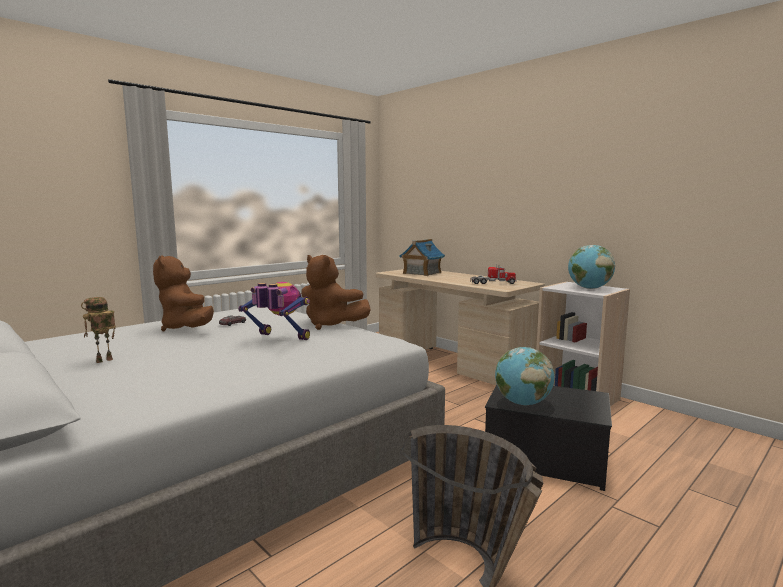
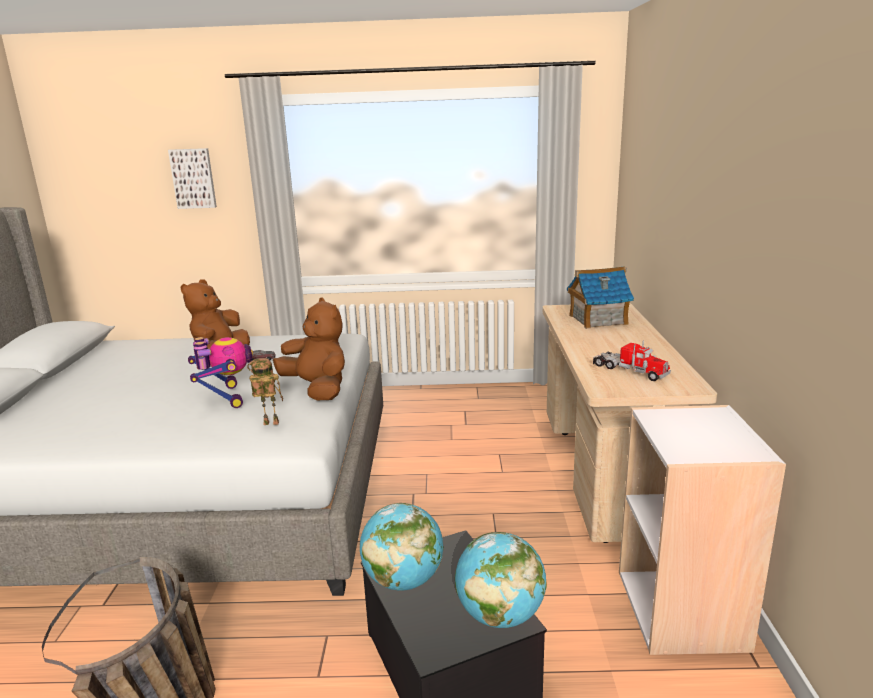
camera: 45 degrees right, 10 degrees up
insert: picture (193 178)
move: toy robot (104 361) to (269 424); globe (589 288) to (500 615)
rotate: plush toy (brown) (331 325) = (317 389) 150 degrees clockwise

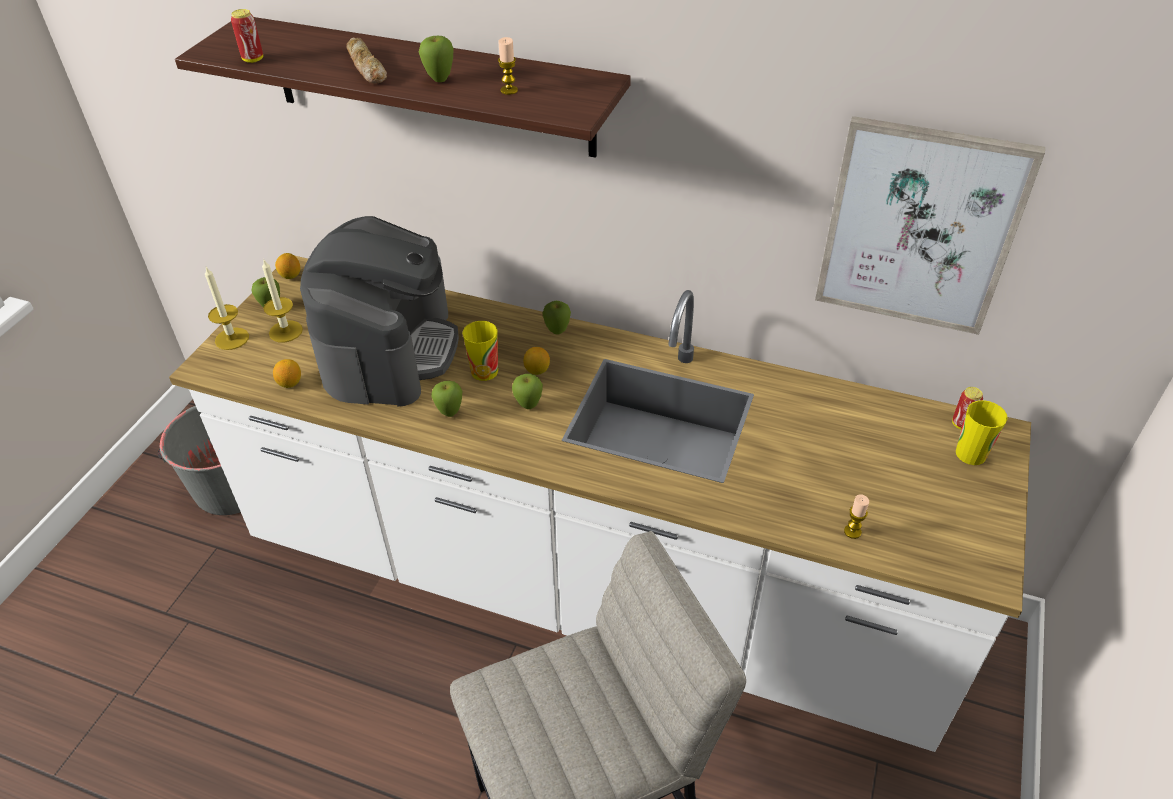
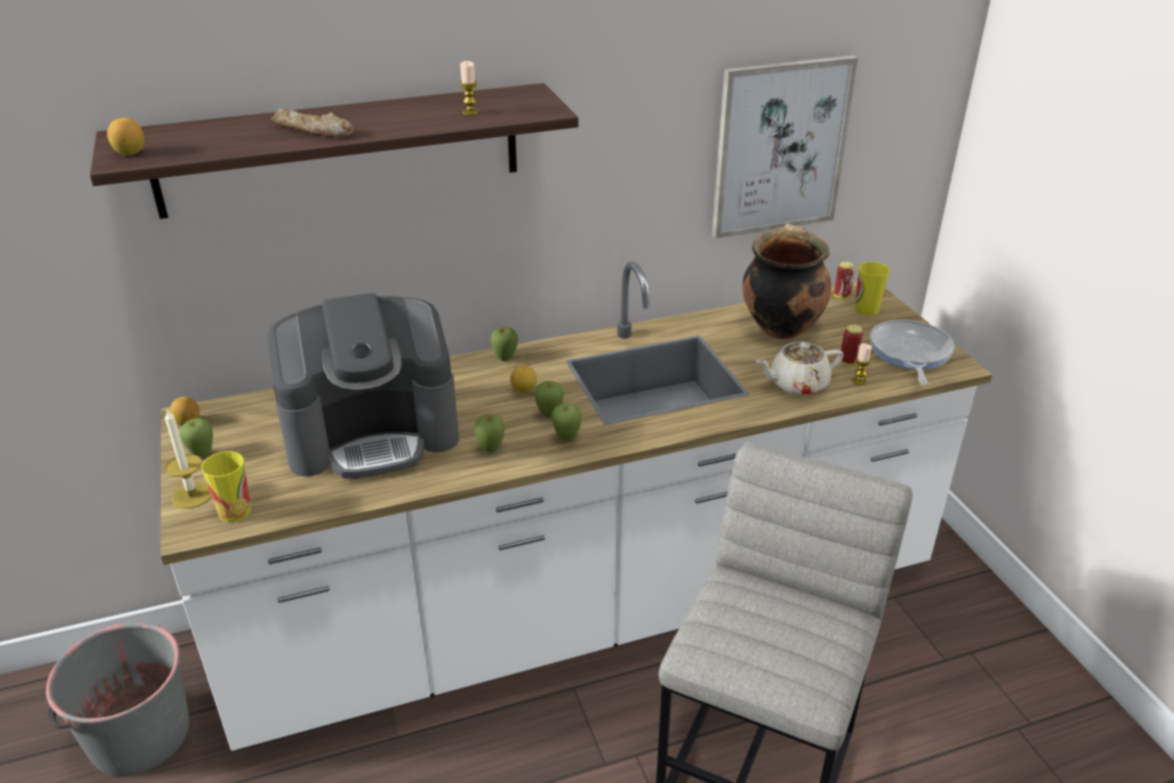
camera: 40 degrees left, 10 degrees down
delete: candle (285 331)
insert: cooking pot (780 327); teapot (beige) (797 384); frying pan (909 353)
move: lemon (290 383) to (130 153); cup (484 371) to (235 511); apple (440 80) to (567 438); can (253 59) to (848 362)
rotate: coffee machine (389 350) = (373 433) 105 degrees clockwise

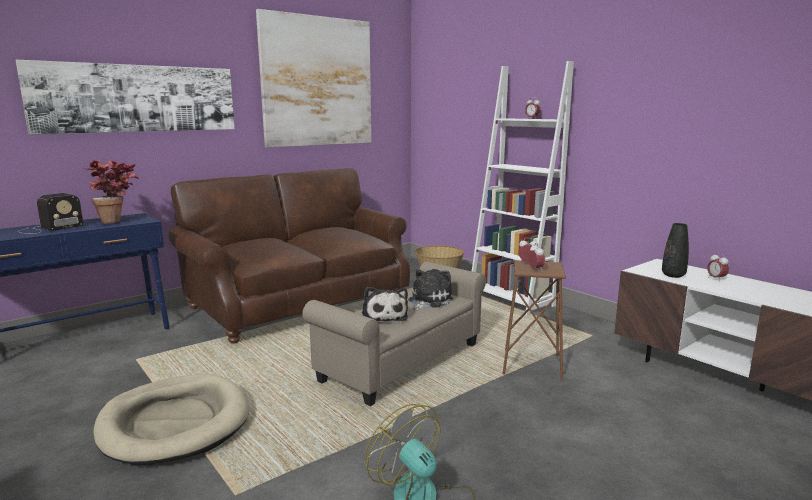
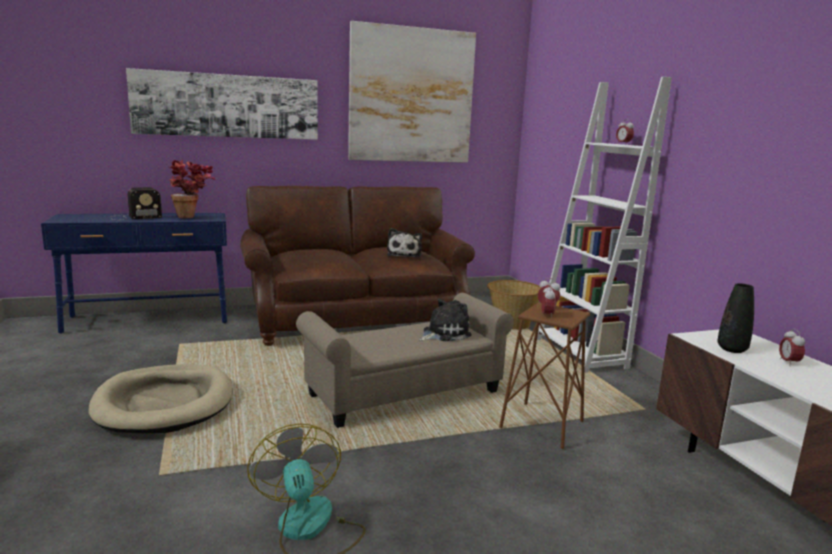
camera: 20 degrees right, 0 degrees up
move: plush toy (383 316) to (404 254)

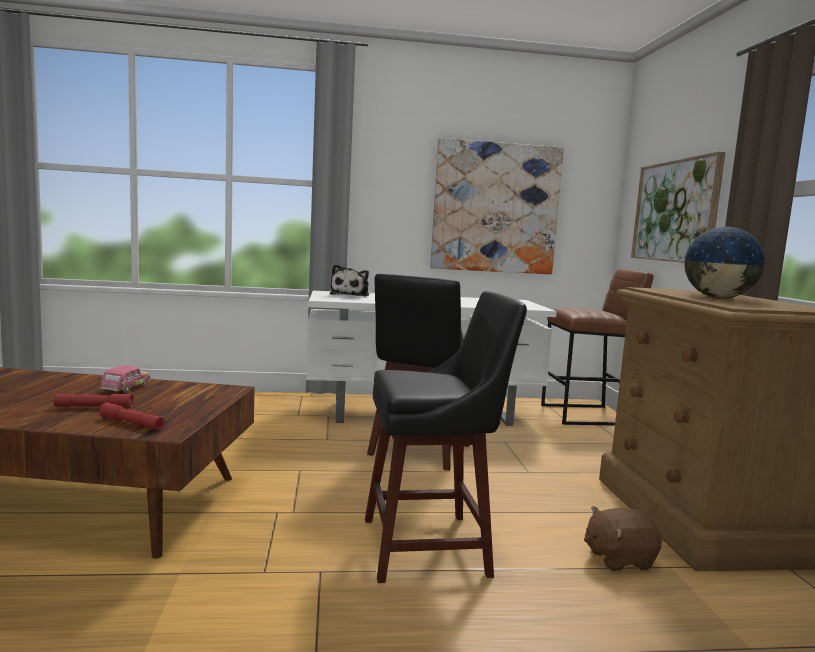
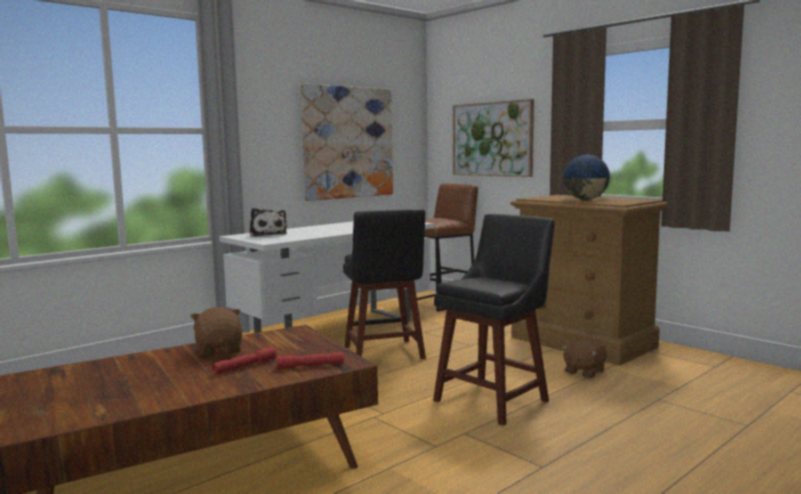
camera: 35 degrees left, 0 degrees up
replace: toy car (126 388) to plush toy (brown) (219 350)

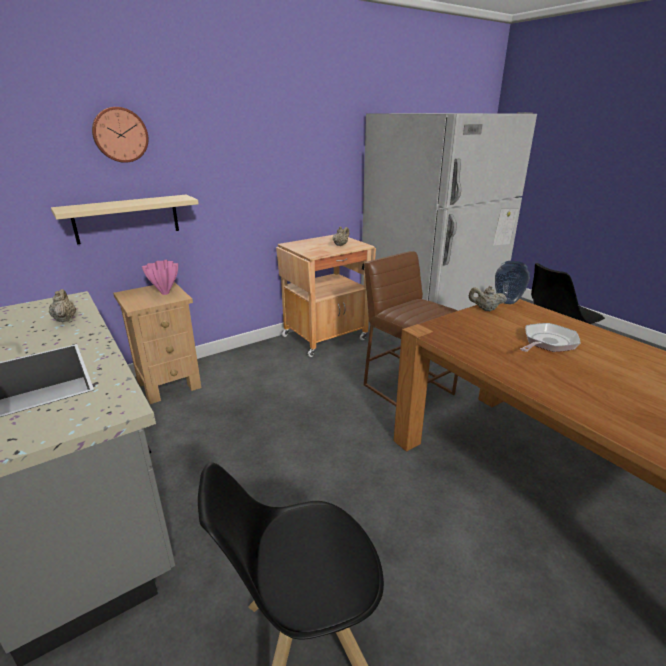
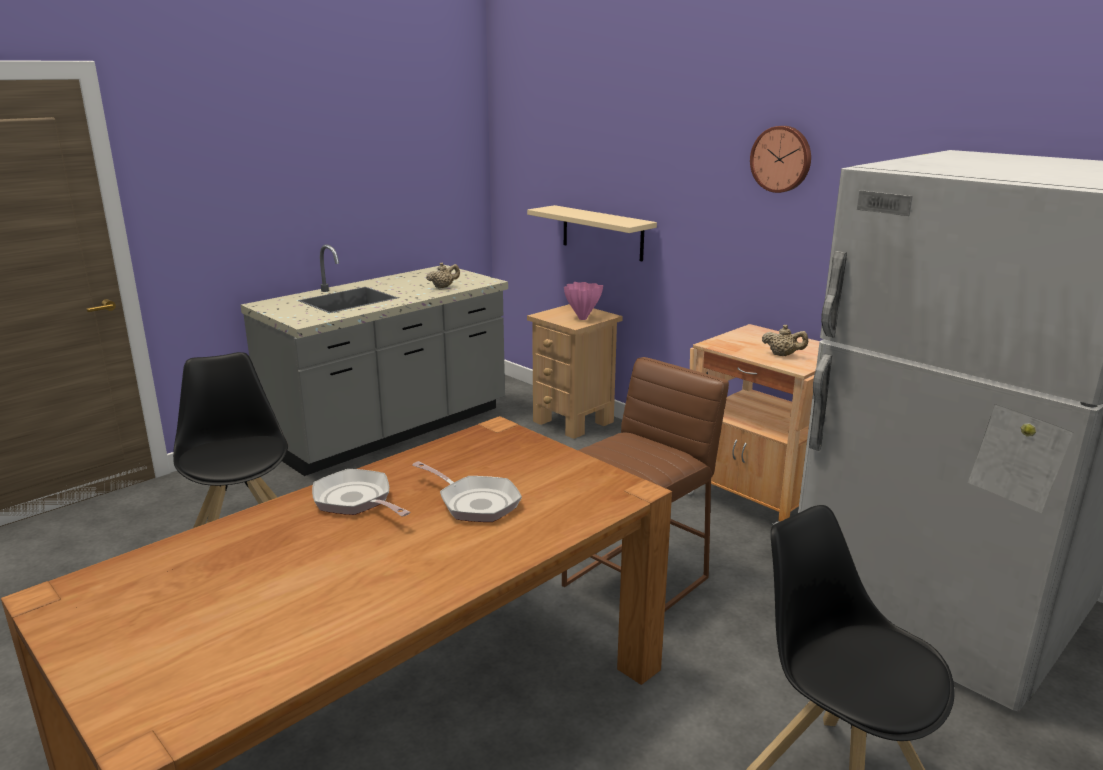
camera: 80 degrees right, 5 degrees down
delete: teapot (beige) (485 309); vase (506 301)
insert: frying pan (356 501)
move: wall clock (120 135) to (782 159)

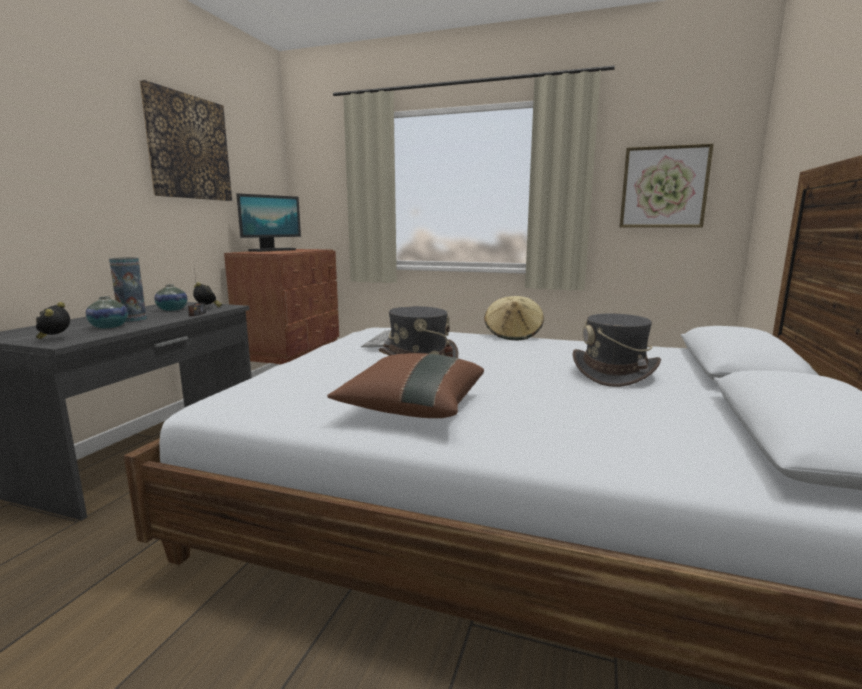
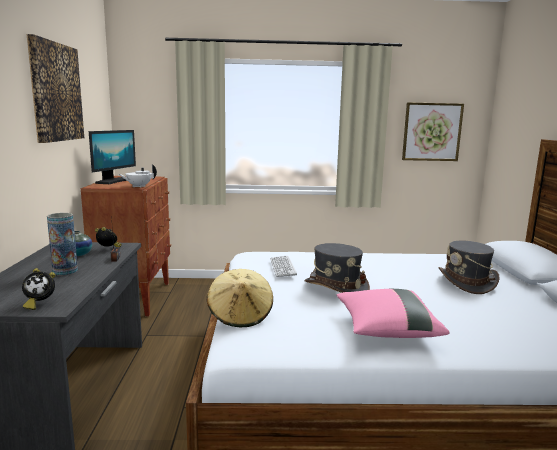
camera: 20 degrees left, 0 degrees up
delete: vase (109 327)
insert: teapot (white) (138 186)
move: hat (beige) (513 335) to (240 316)
recolor: pillow (brown) (412 407) to pillow (pink) (386 329)
rotate: alarm clock (55 339) = (39 304) 75 degrees counterclockwise

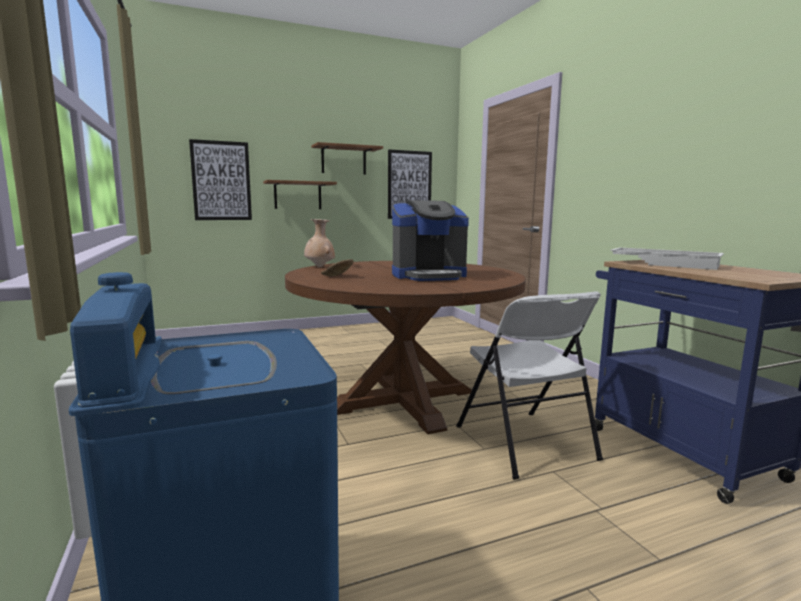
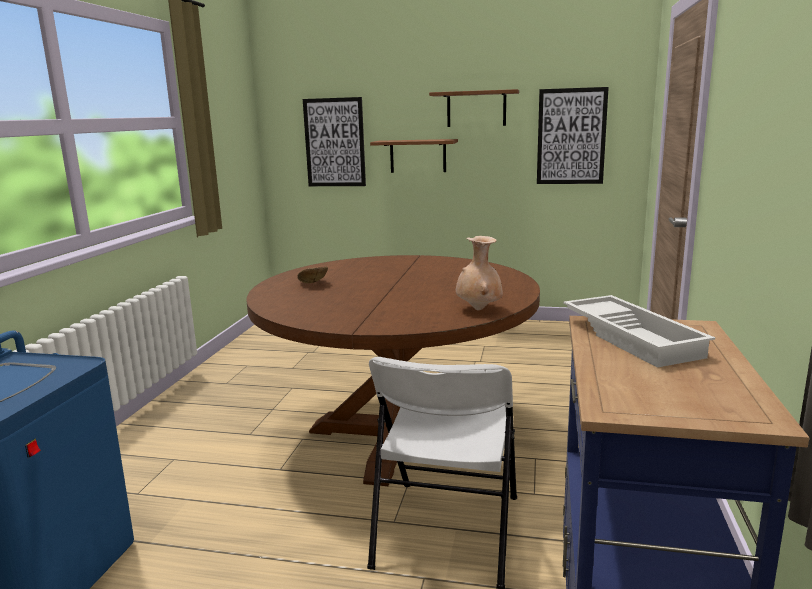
camera: 35 degrees right, 5 degrees up
delete: coffee machine (428 276)
move: vase (beige) (320 267) to (479 309)

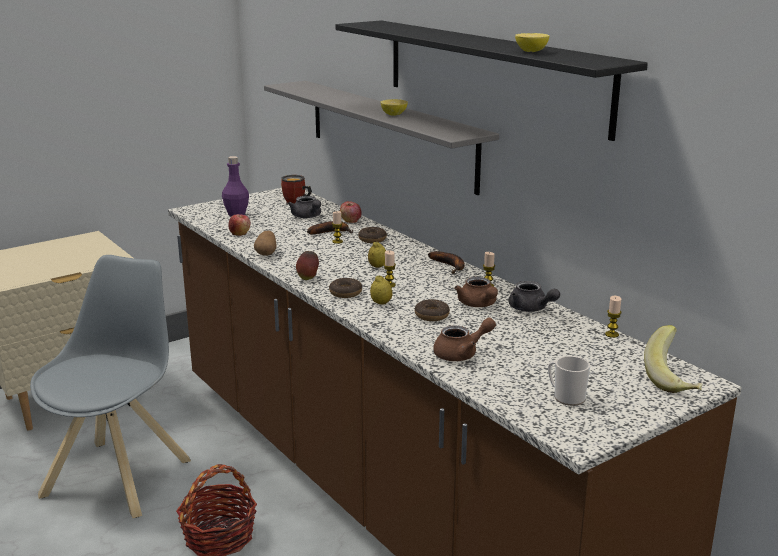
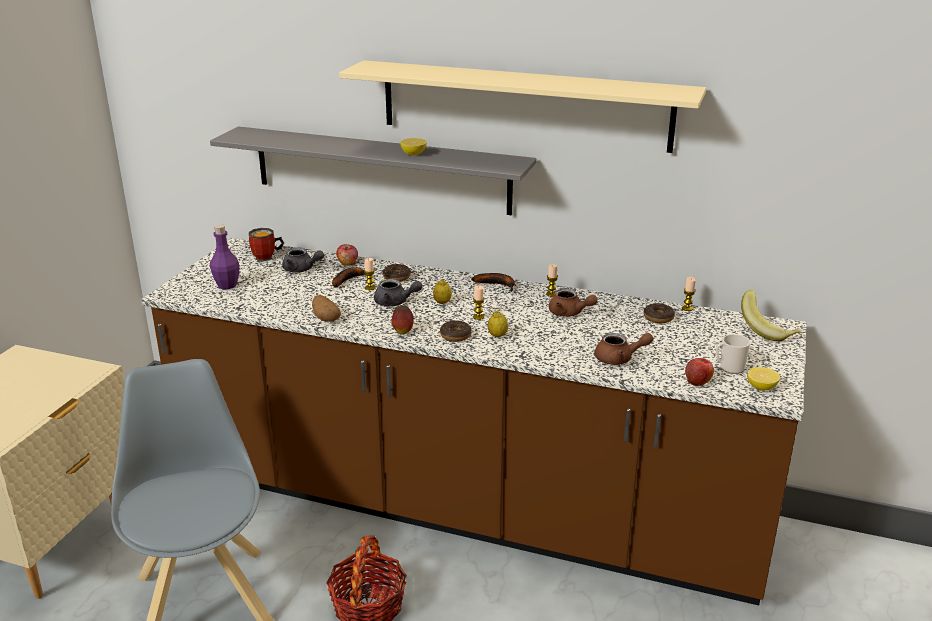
camera: 35 degrees left, 5 degrees up
move: teapot (grey) (531 309) to (395 302); donut (432 315) to (658 318); apple (240 233) to (698 381); lemon (531 51) to (761 387)
recolor: shelf (black) (491 74) to shelf (beige) (524 105)
rotate: teapot (brown) (462 354) = (619 359) 60 degrees clockwise

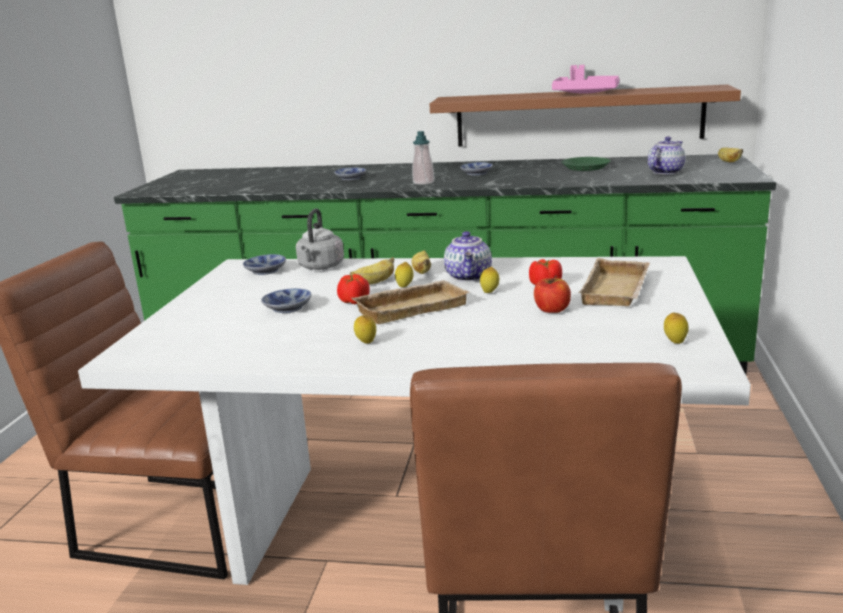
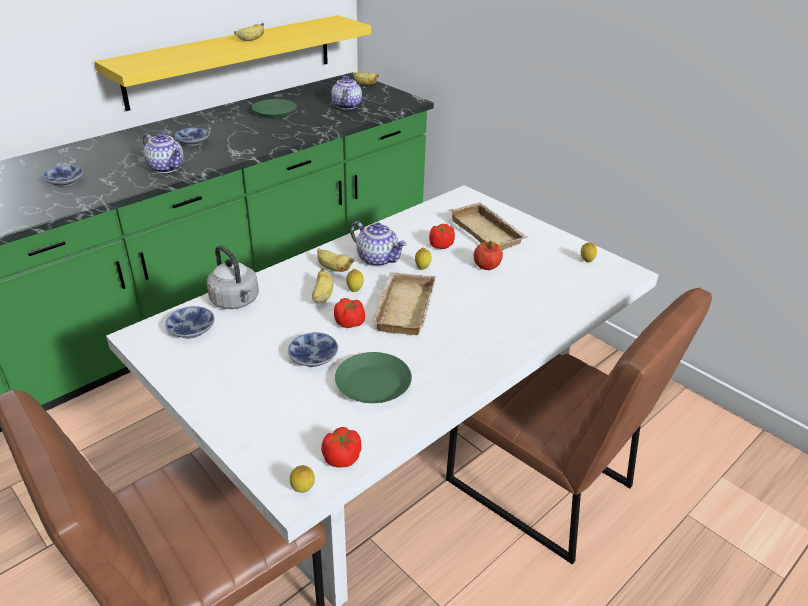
camera: 55 degrees left, 15 degrees up
insert: tomato (342 458); plate (green) (374 384)
move: lemon (366 343) to (303 490)
replace: soap dispenser (423 182) to teapot (167 168); tray (pink) (585 93) to banana (251 40)
recolor: shelf (brown) (578 117) to shelf (yellow) (232 60)

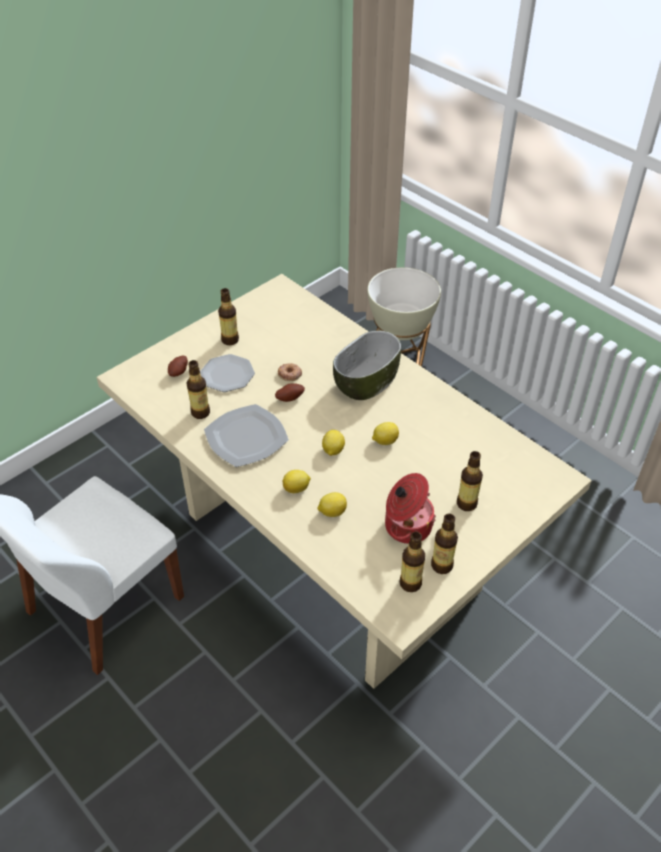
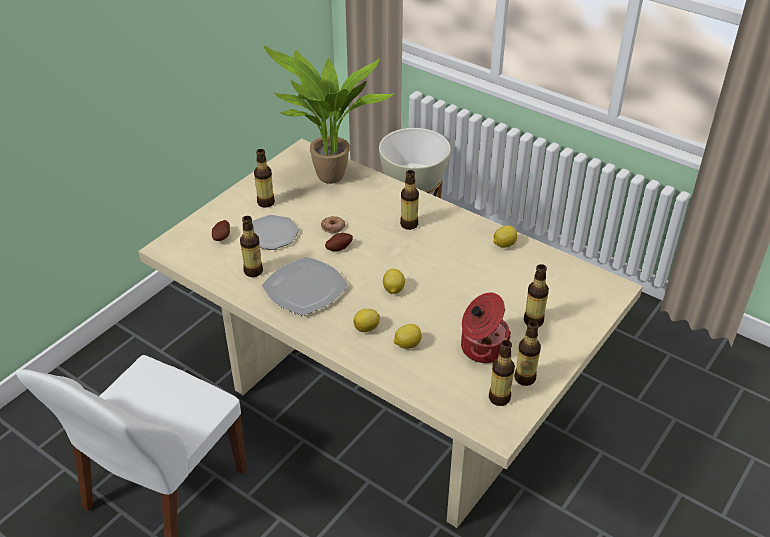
camera: 10 degrees left, 5 degrees down
insert: potted plant (329 180)
move: lemon (384 441) to (503 244)
replace: bowl (366 381) to bottle (409 224)

